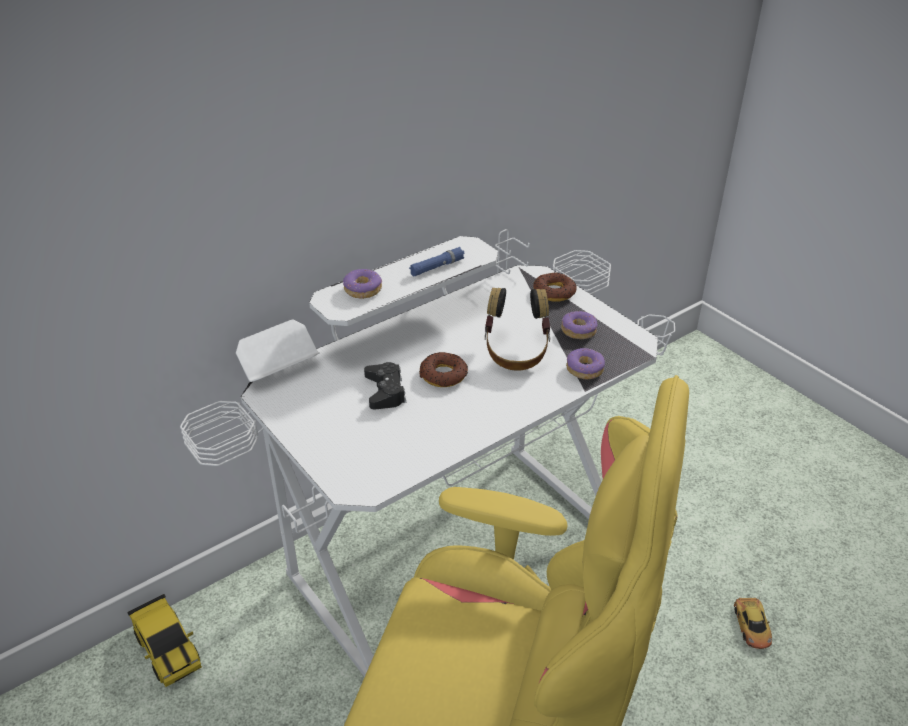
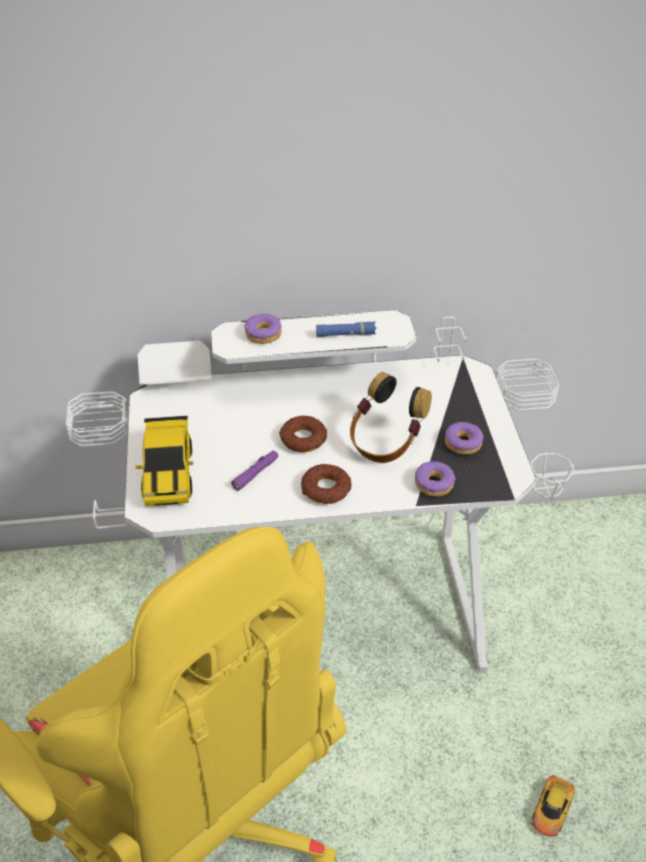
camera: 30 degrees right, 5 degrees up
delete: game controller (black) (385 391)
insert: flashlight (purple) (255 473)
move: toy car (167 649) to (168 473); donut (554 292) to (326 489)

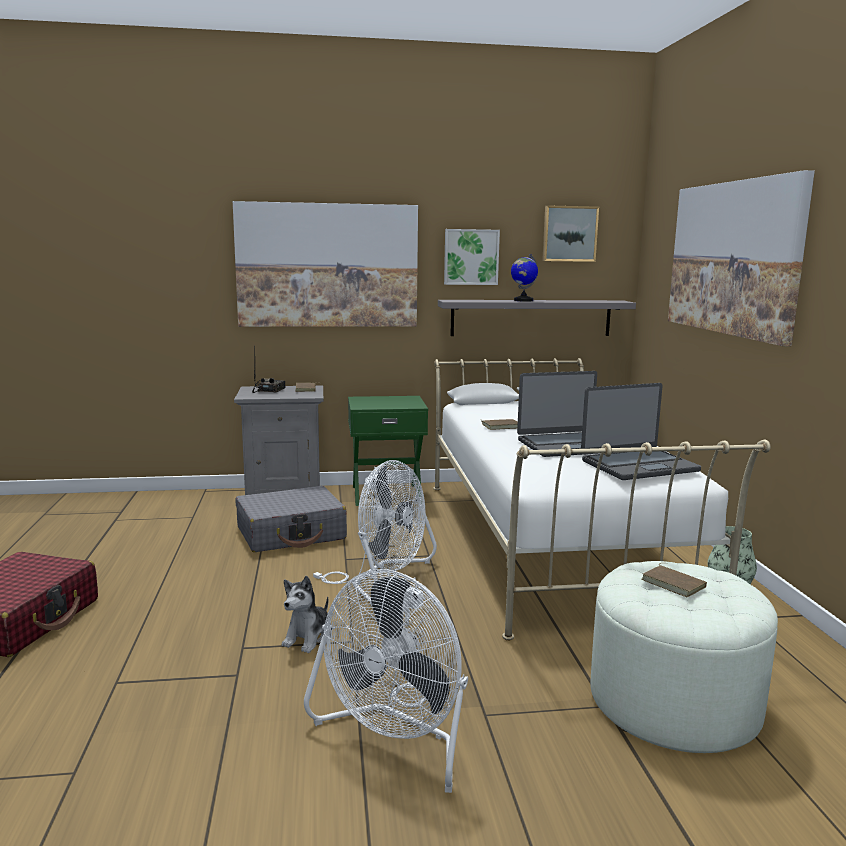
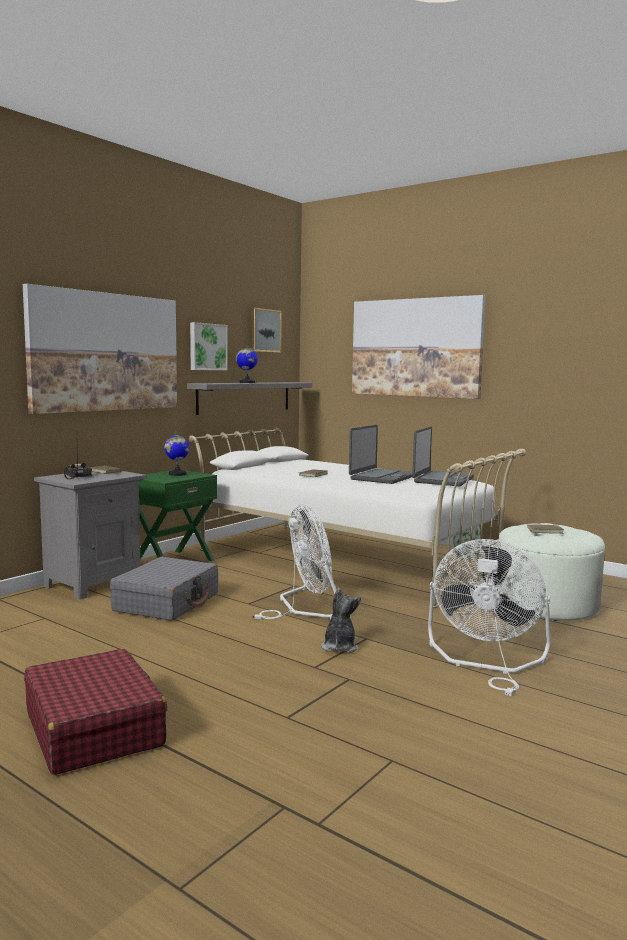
camera: 45 degrees left, 5 degrees down
insert: globe (177 474)
rotate: plush toy (309 638) = (339 647) 150 degrees counterclockwise; fan (white) (394 734) = (487 663) 150 degrees counterclockwise

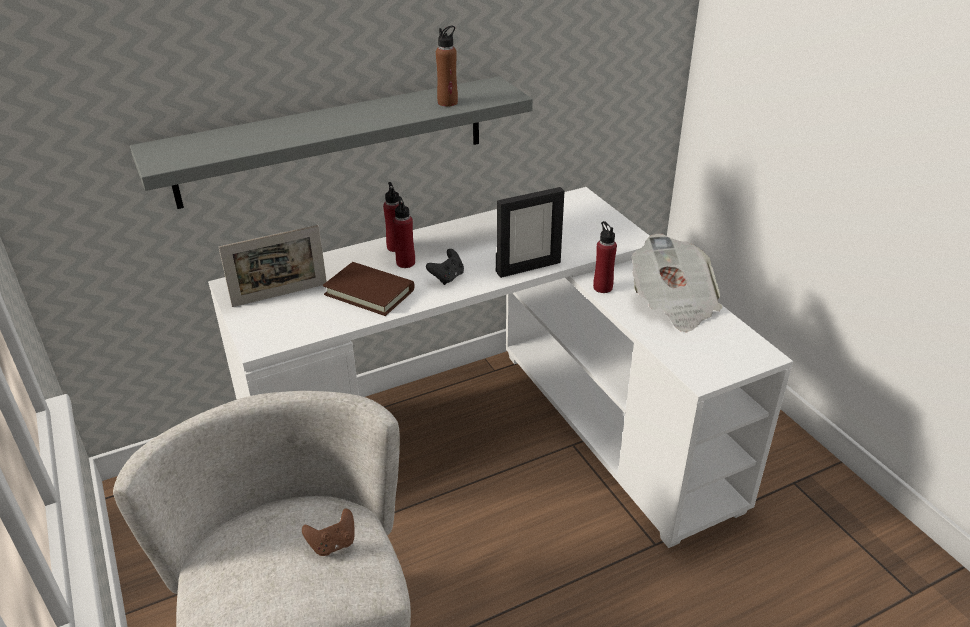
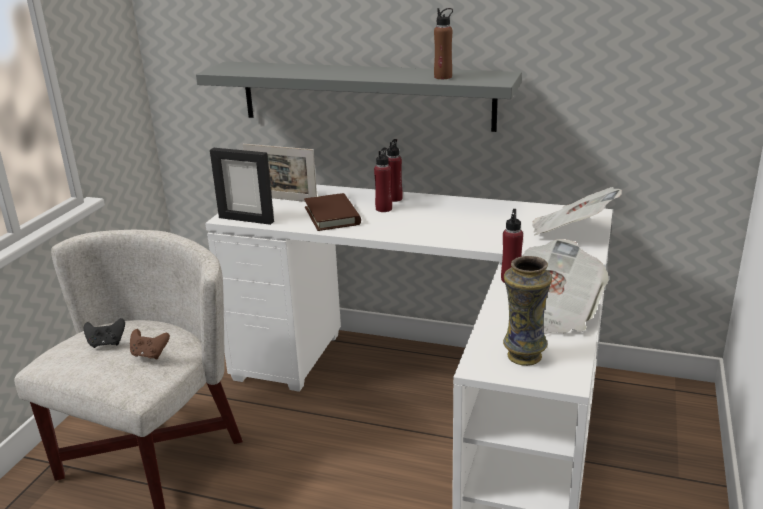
camera: 45 degrees right, 10 degrees down
insert: vase (523 356); newspaper (570 232)
move: game controller (black) (447 277) to (106 343); picture frame (528 267) to (247 219)

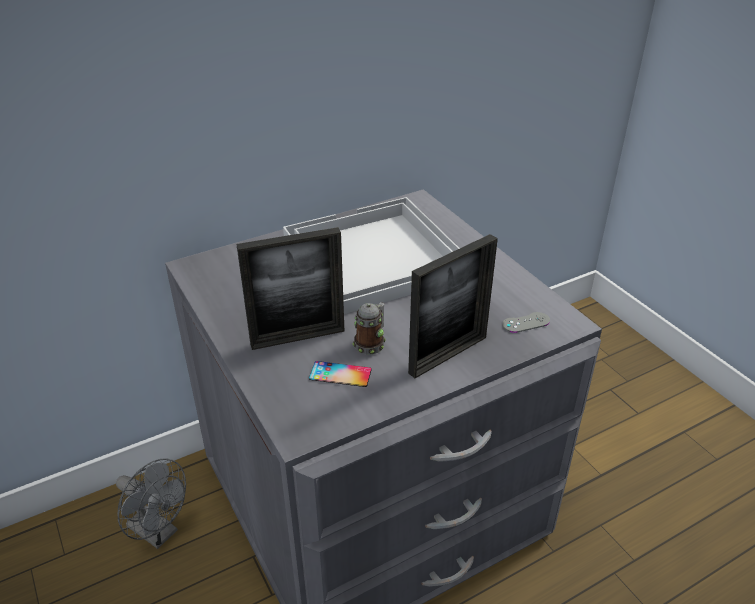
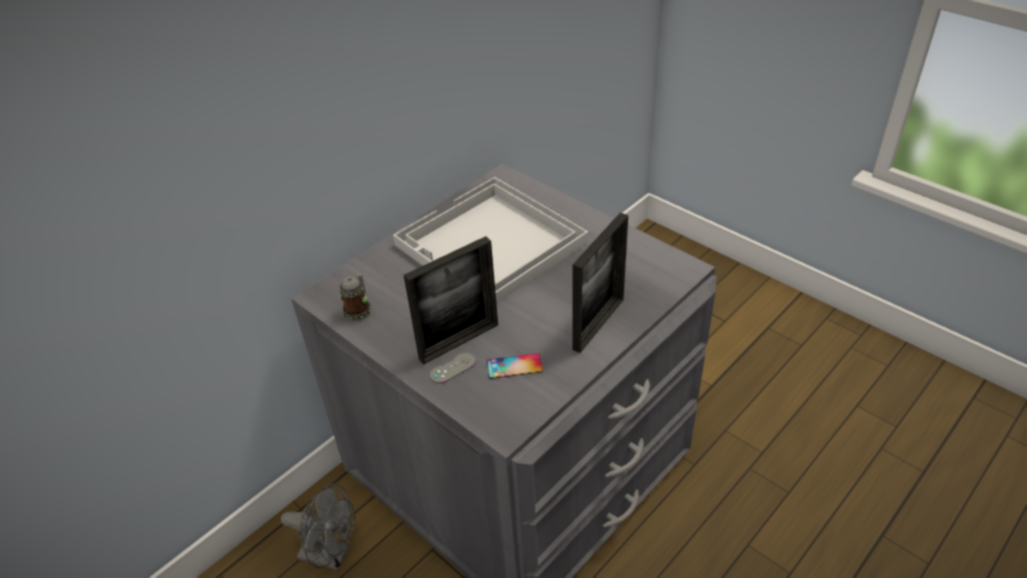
camera: 15 degrees left, 5 degrees up
move: mug (371 343) to (358 309); game controller (grey) (526 322) to (452 368)

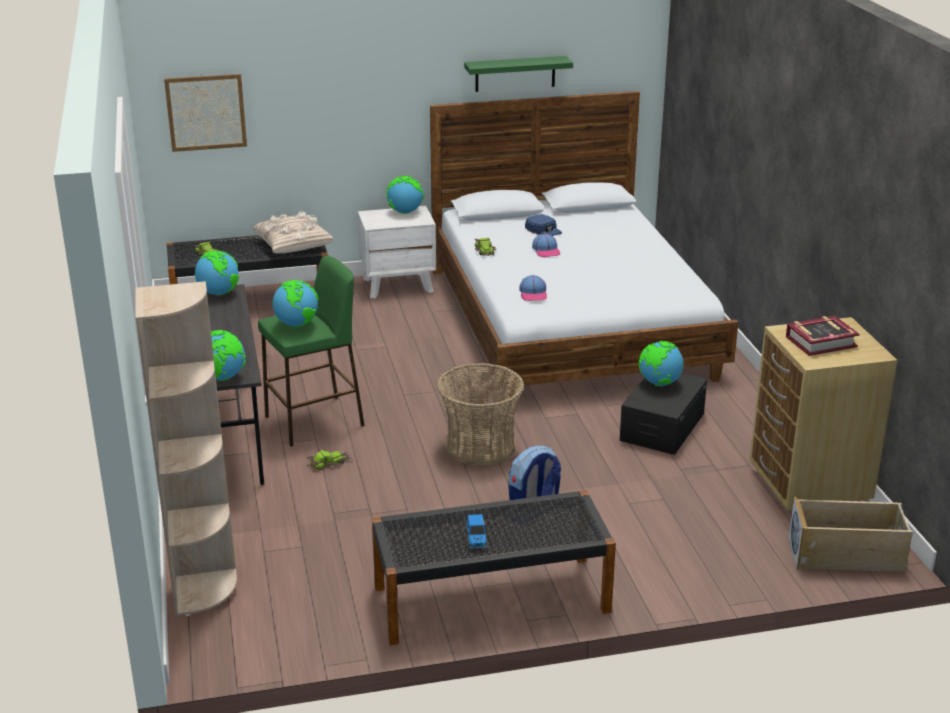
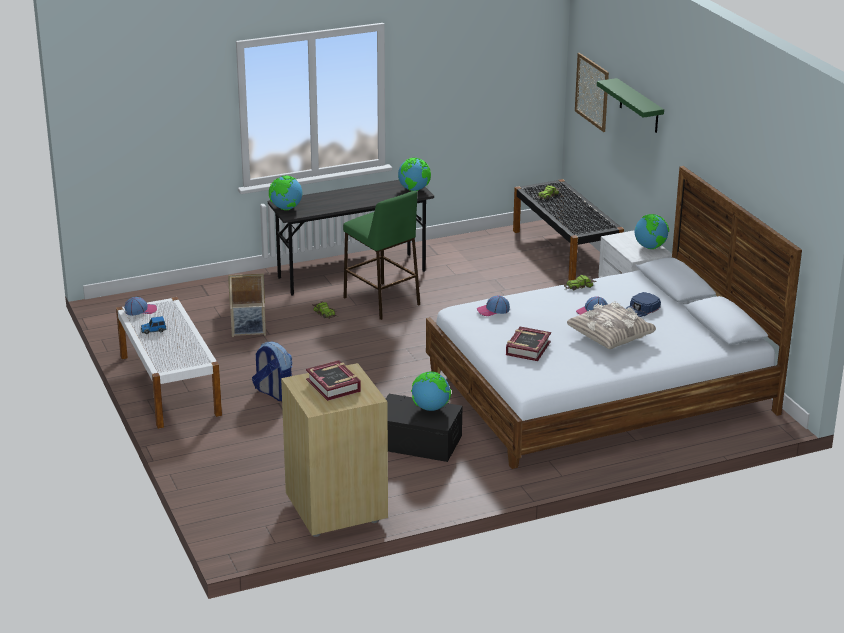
camera: 80 degrees right, 0 degrees up
delete: bookcase (beige) (204 598); globe (297 324); basket (480 447)
insert: cap (140 310); book (527 348)
move: storage box (beige) (846 555) to (248 320); pillow (beige) (293 246) to (610 337); shelf (green) (515 74) to (639 106)
recolor: bench (black) (491 600) to bench (white) (168 385)

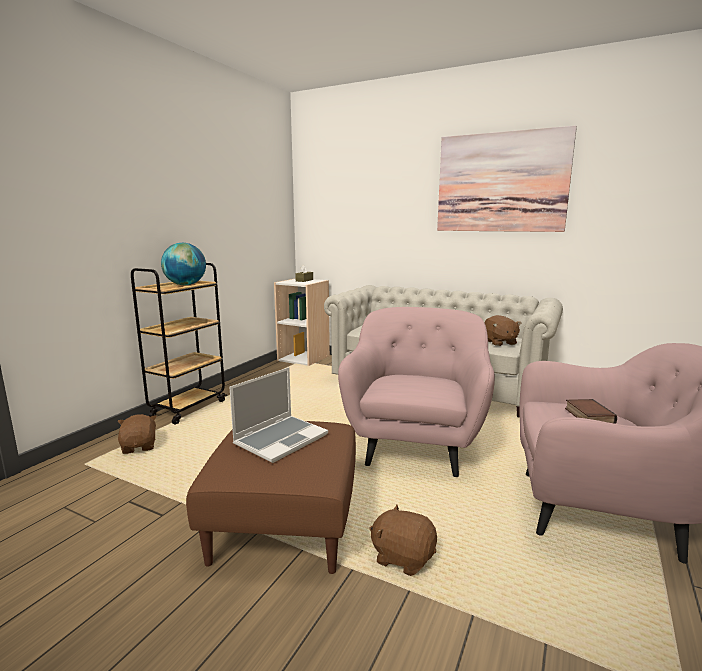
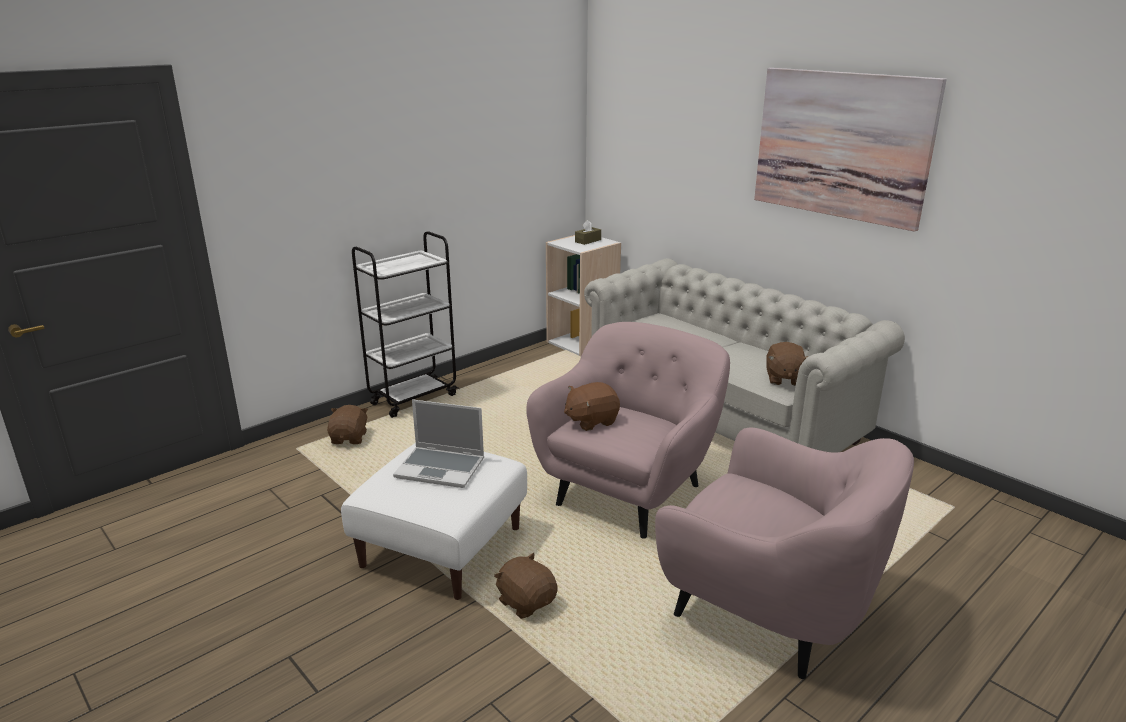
camera: 20 degrees right, 10 degrees up
delete: globe (185 285); book (587 416)
insert: plush toy (brown) (591 421)
recolor: ottoman (brown) (284 523) to ottoman (white) (441 546); cart (brown) (188 408) to cart (white) (414 399)
rotate: laptop (281 439) = (441 468) 45 degrees clockwise

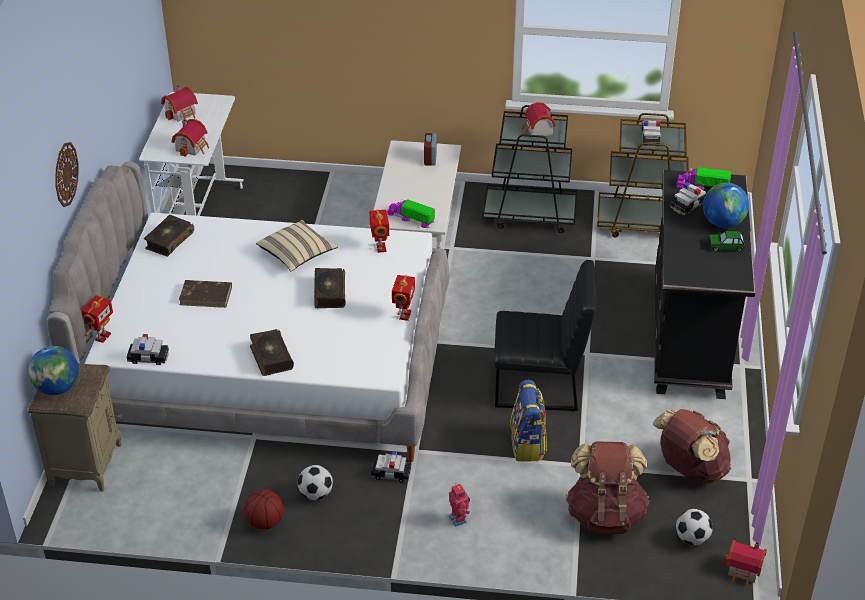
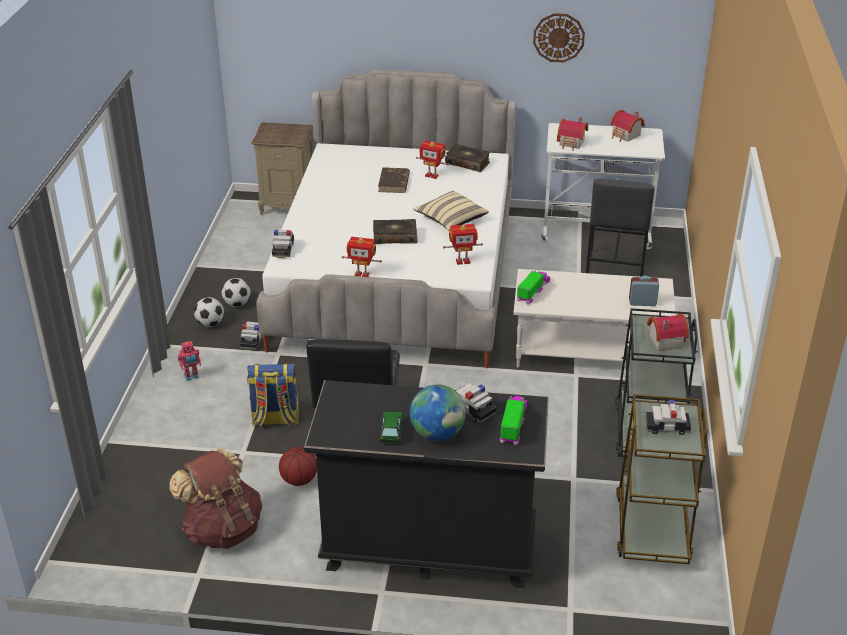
camera: 90 degrees right, 5 degrees down
delete: globe (57 388); book (270 357); backpack (brown) (605 514); toy house (744 571)
insert: stool (grey) (614 271)
move: football (692 539) to (210 324); toy car (148 357) to (283 250); basketball (265 522) to (298 480); toy robot (102 336) to (432 175); wall clock (65 174) to (558 37)

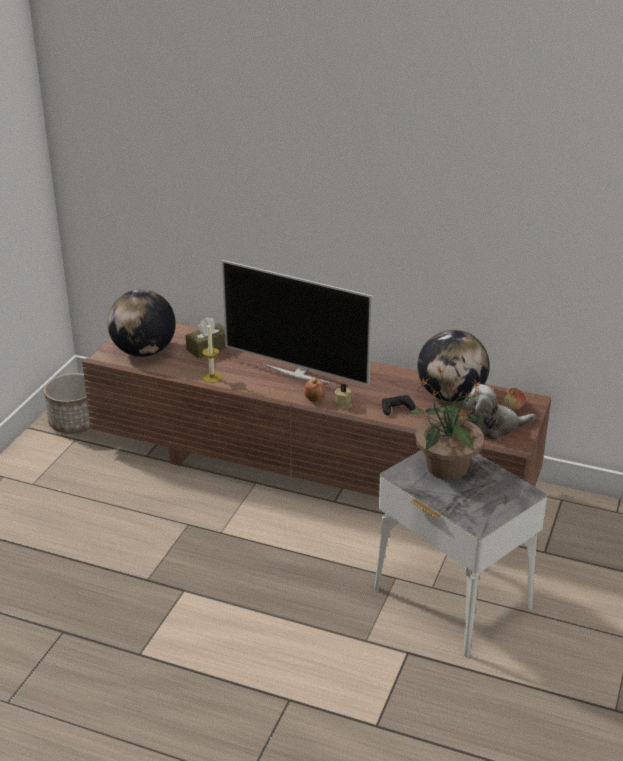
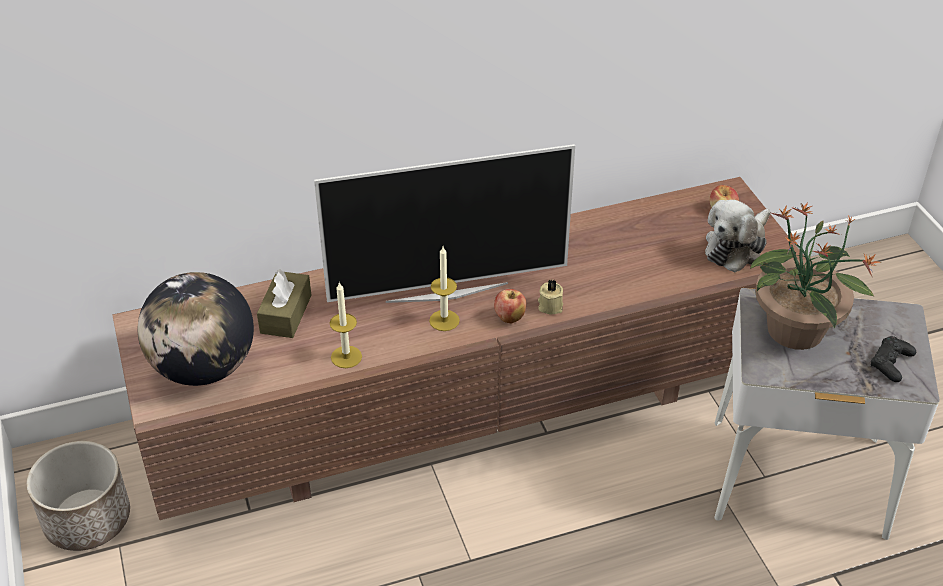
camera: 40 degrees left, 10 degrees up
delete: globe (451 395)
insert: candle (444 320)
move: game controller (black) (397 408) to (891 363)

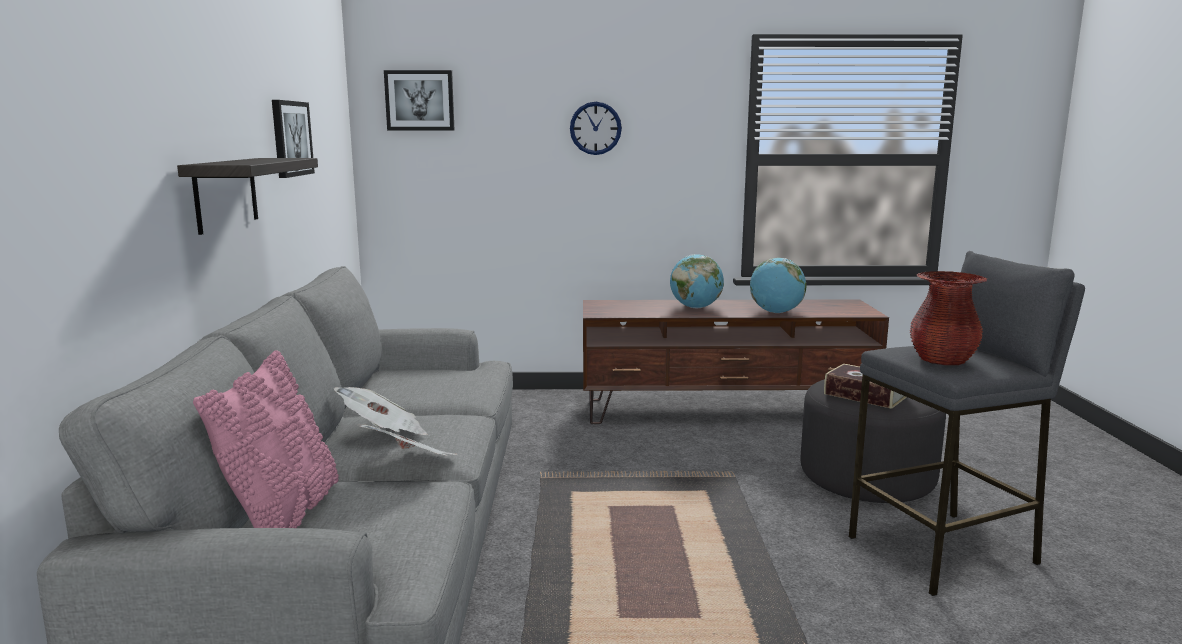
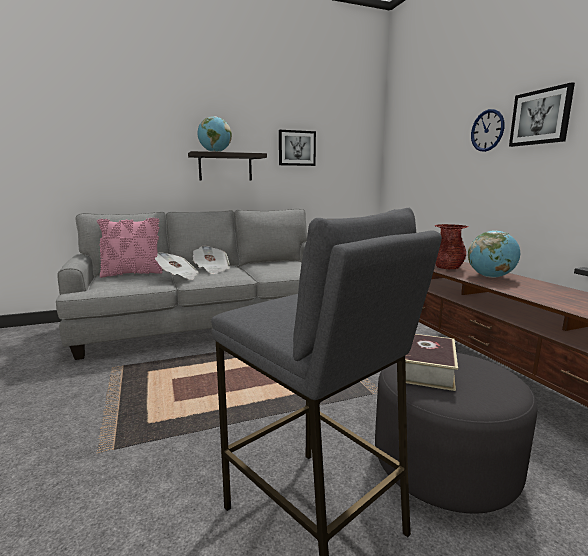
camera: 70 degrees right, 0 degrees up
move: globe (776 312) to (215 152); vase (red) (942 360) to (447 267); picture (420 100) to (540 117)

